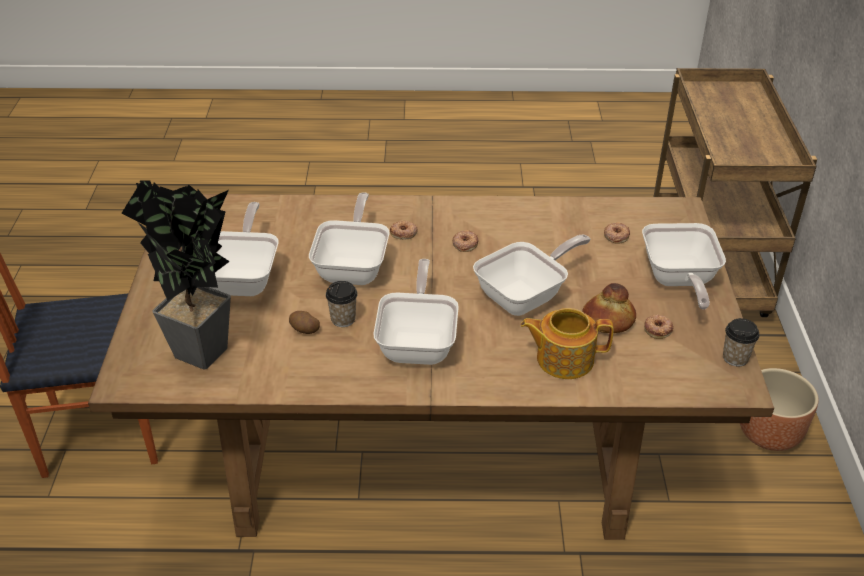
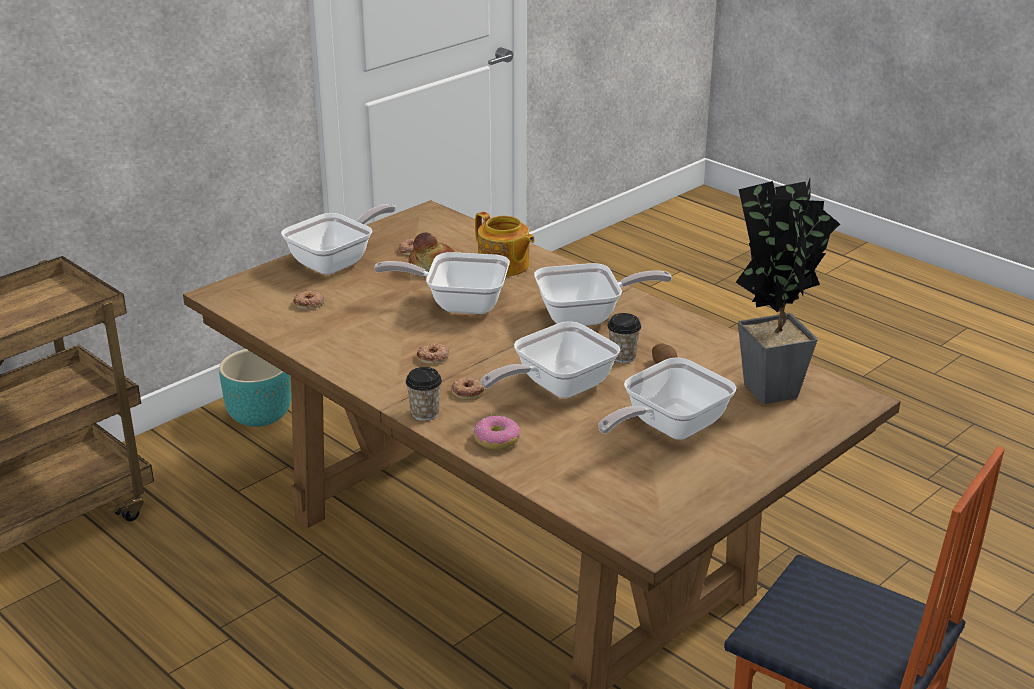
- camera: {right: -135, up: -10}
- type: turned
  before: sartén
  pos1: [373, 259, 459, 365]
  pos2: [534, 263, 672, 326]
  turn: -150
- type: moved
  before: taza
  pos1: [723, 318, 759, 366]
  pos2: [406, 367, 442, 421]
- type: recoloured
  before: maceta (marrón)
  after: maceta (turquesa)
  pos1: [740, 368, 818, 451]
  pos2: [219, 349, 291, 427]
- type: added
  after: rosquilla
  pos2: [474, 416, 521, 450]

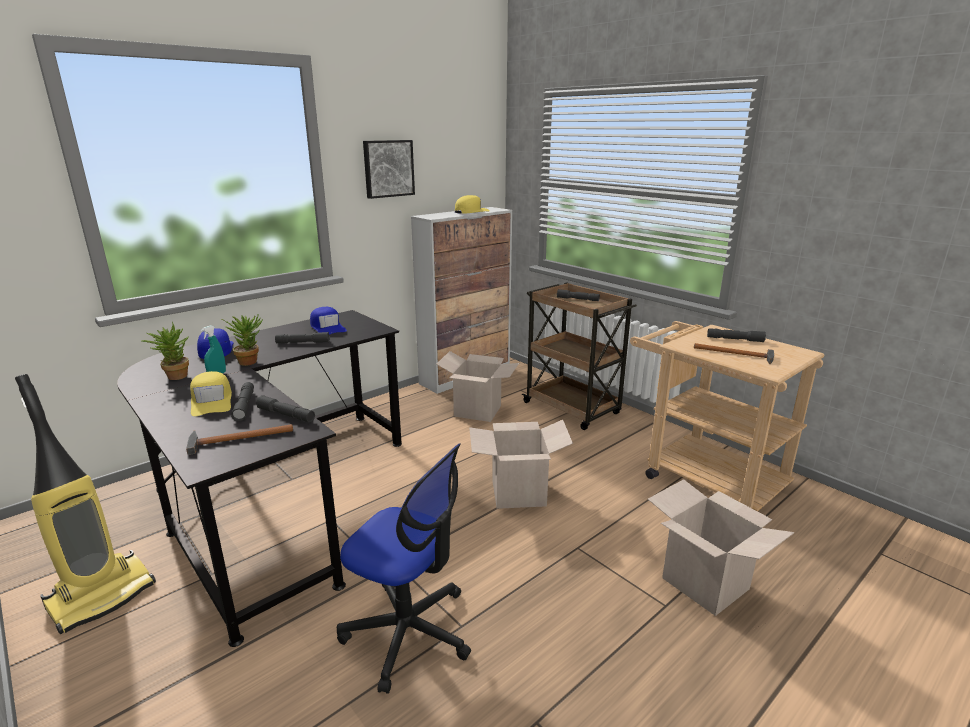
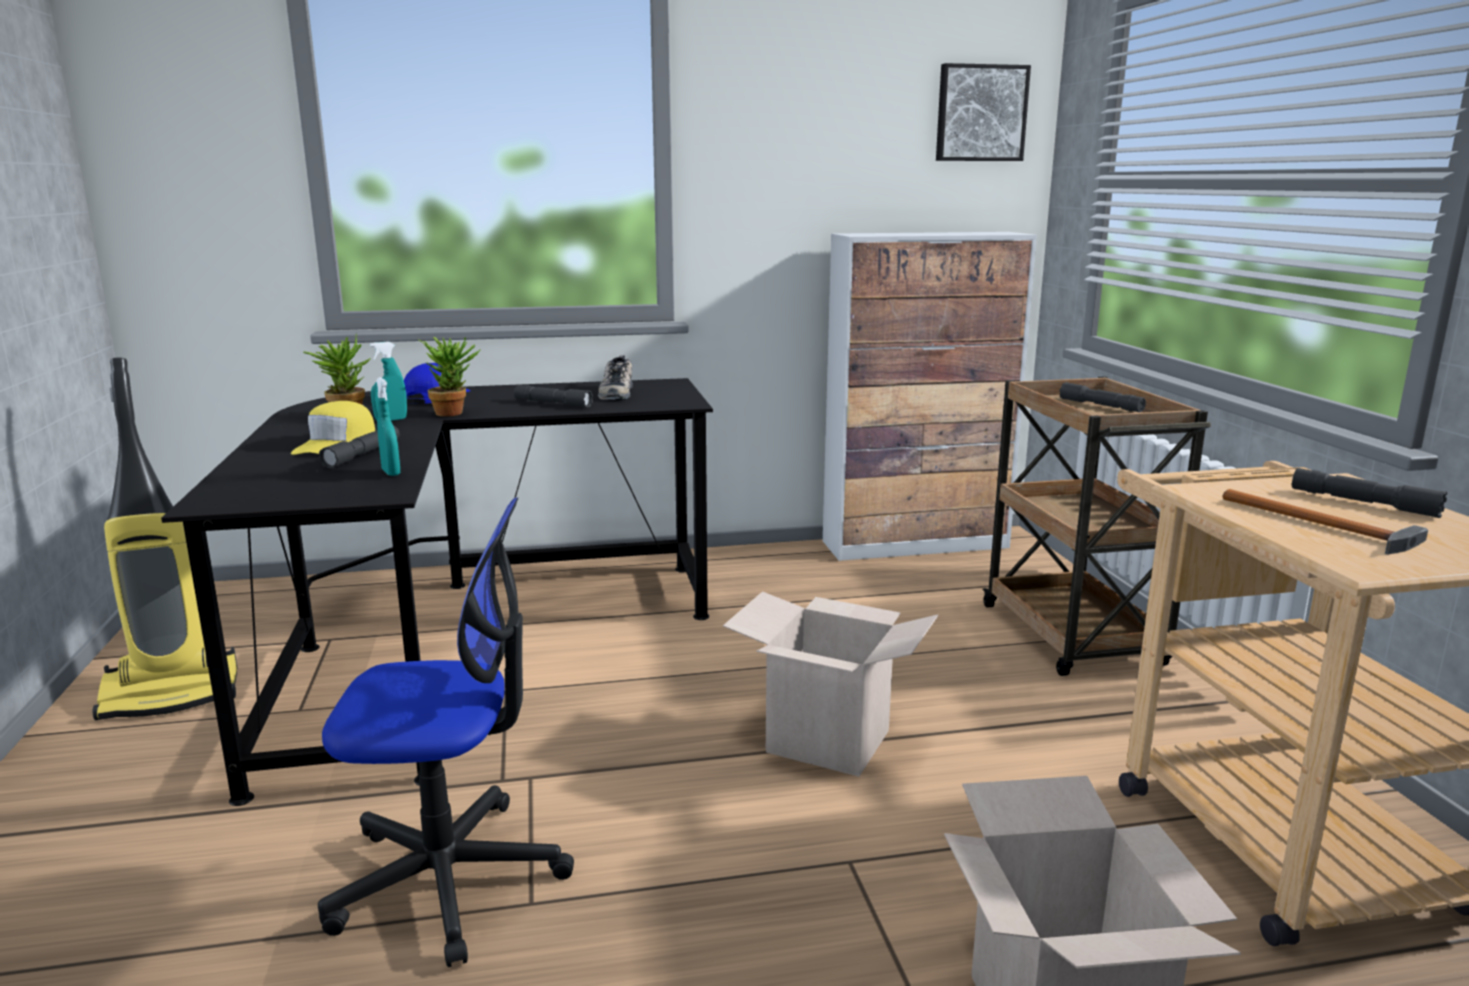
- camera: {right: 30, up: -5}
- type: removed
  before: martillo
  pos1: [186, 424, 293, 455]
- type: replaced
  before: linterna (gris)
  after: pulverizador (turquesa)
  pos1: [256, 395, 315, 422]
  pos2: [376, 377, 400, 476]
- type: replaced
  before: gorra (azul)
  after: zapato
  pos1: [310, 307, 347, 335]
  pos2: [598, 355, 633, 401]
- type: turned
  before: silla de oficina
  pos1: [337, 443, 471, 694]
  pos2: [318, 498, 574, 968]
  turn: -60
- type: moved
  before: cuadro
  pos1: [363, 140, 415, 199]
  pos2: [936, 63, 1031, 161]
- type: removed
  before: caja de cartón
  pos1: [437, 351, 519, 422]
- type: removed
  before: gorra (amarillo)
  pos1: [455, 195, 490, 214]

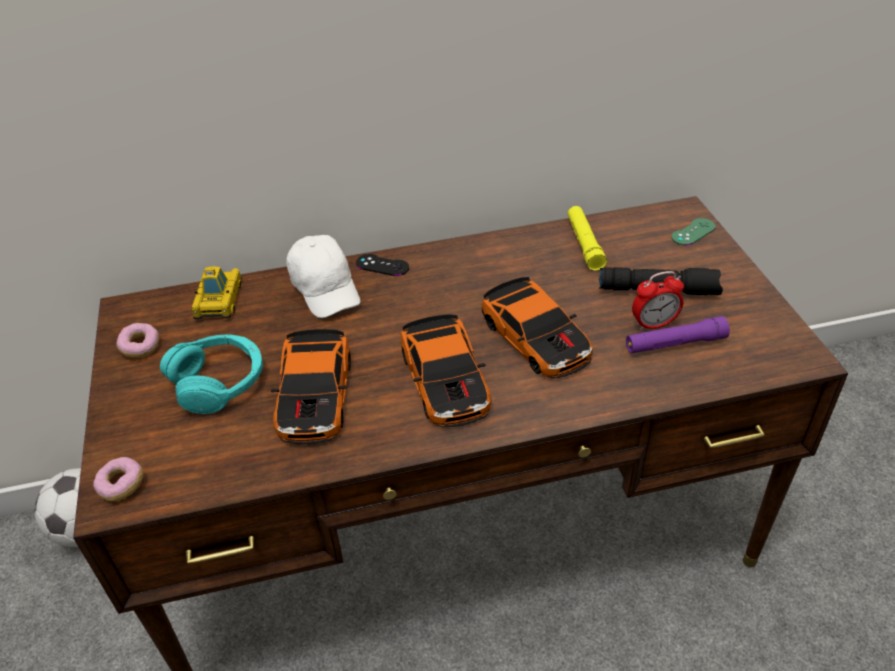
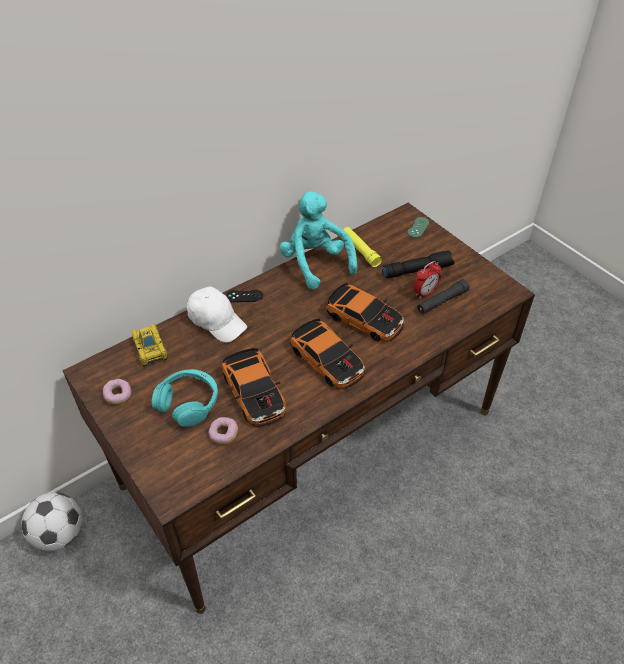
- camera: {right: -25, up: 5}
- type: moved
  before: rosquilla
  pos1: [93, 457, 144, 501]
  pos2: [209, 417, 238, 445]
- type: recoloured
  before: linterna (morado)
  after: linterna (negro)
  pos1: [626, 316, 730, 354]
  pos2: [417, 279, 470, 314]
- type: added
  after: peluche (turquesa)
  pos2: [279, 191, 357, 290]

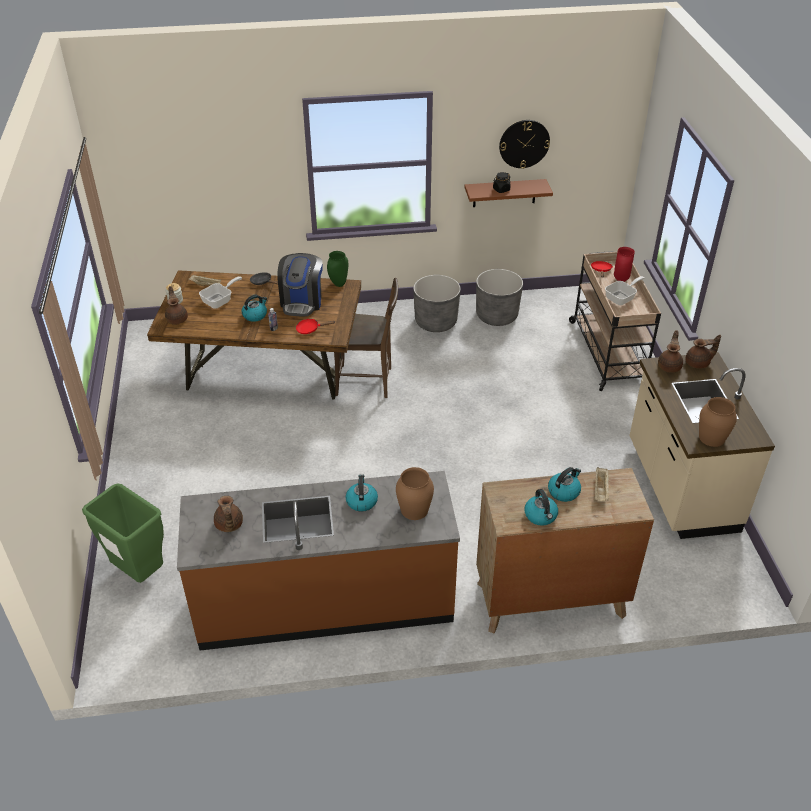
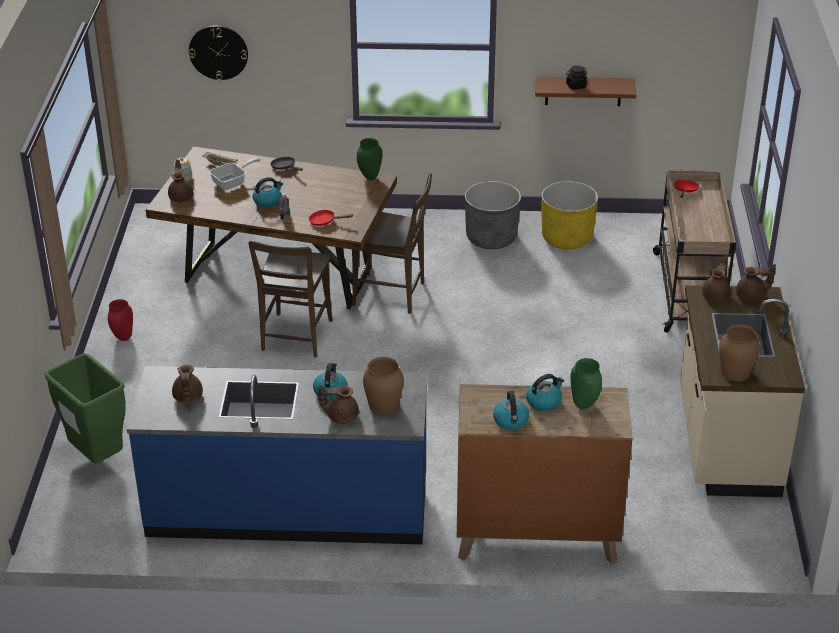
- camera: {right: 10, up: -5}
- type: recoloured
  before: mueble bajo de cocina (marrón)
  after: mueble bajo de cocina (azul)
  pos1: [177, 471, 460, 651]
  pos2: [127, 366, 427, 544]
- type: removed
  before: cafetera
  pos1: [277, 253, 323, 316]
- type: recoloured
  before: maceta (gris)
  after: maceta (amarillo)
  pos1: [476, 269, 523, 326]
  pos2: [542, 181, 598, 249]
- type: moved
  before: reloj de pared
  pos1: [499, 120, 550, 169]
  pos2: [189, 25, 248, 80]
- type: replaced
  before: bandeja (beis)
  after: florero (verde)
  pos1: [595, 467, 609, 501]
  pos2: [570, 358, 602, 410]
- type: removed
  before: sartén
  pos1: [605, 276, 645, 305]
- type: moved
  before: florero (rojo)
  pos1: [614, 247, 635, 282]
  pos2: [108, 299, 133, 341]
- type: added
  after: silla (marrón)
  pos2: [249, 240, 333, 357]
- type: added
  after: tetera (marrón)
  pos2: [318, 385, 359, 424]

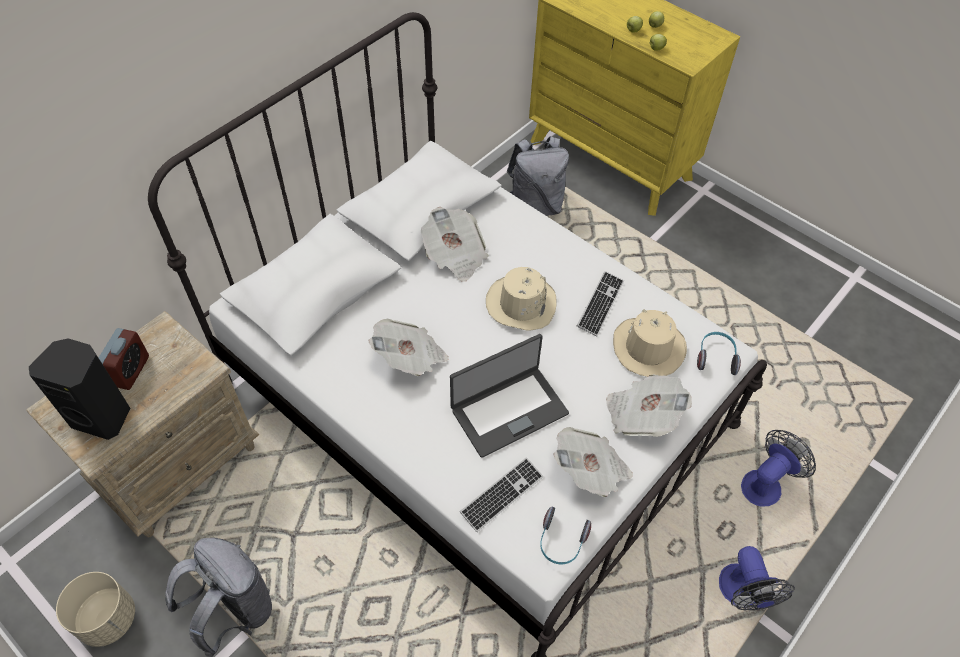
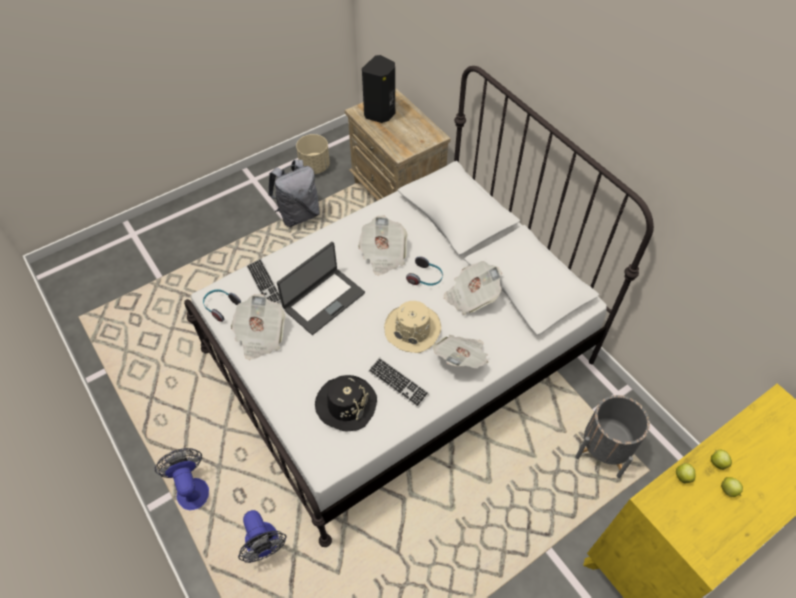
- camera: {right: 105, up: 0}
- type: removed
  before: despertador
  pos1: [99, 328, 149, 390]
- type: turned
  before: portátil
  pos1: [450, 334, 569, 458]
  pos2: [277, 242, 365, 335]
  turn: -120
- type: replaced
  before: mochila (gris)
  after: maceta (gris)
  pos1: [507, 136, 569, 216]
  pos2: [575, 395, 650, 478]
- type: moved
  before: periódico
  pos1: [606, 375, 692, 437]
  pos2: [433, 335, 488, 368]
- type: recoloured
  before: sombrero (beis)
  after: sombrero (negro)
  pos1: [613, 309, 687, 377]
  pos2: [315, 375, 377, 432]
- type: moved
  before: auriculares
  pos1: [697, 332, 741, 375]
  pos2: [406, 256, 443, 286]
- type: turned
  before: ventilador
  pos1: [719, 546, 795, 610]
  pos2: [155, 448, 209, 510]
  turn: 60

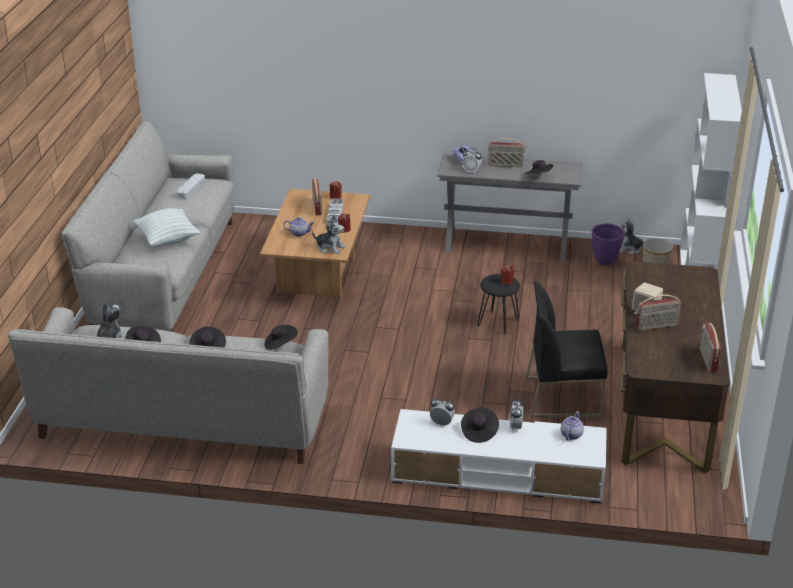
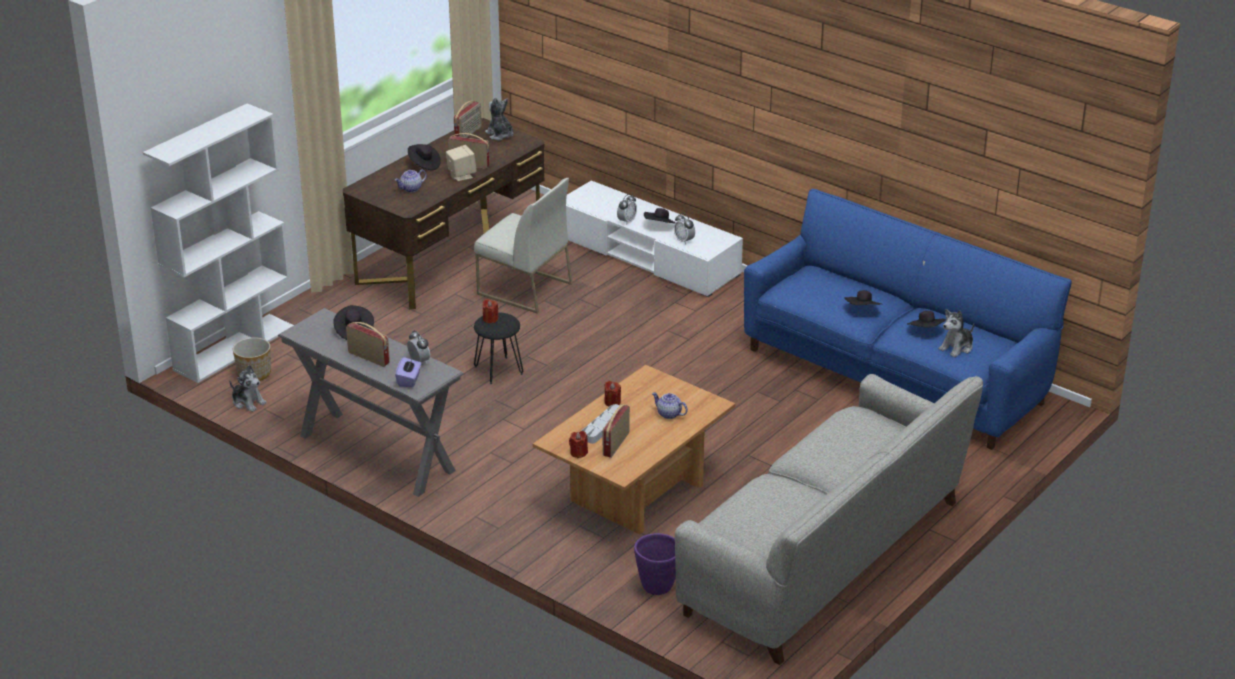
- camera: {right: -150, up: 0}
- type: recoloured
  before: sofá (gris)
  after: sofá (azul)
  pos1: [8, 307, 328, 464]
  pos2: [744, 189, 1072, 450]
- type: removed
  before: cojín
  pos1: [133, 208, 201, 246]
- type: removed
  before: bandeja (gris)
  pos1: [176, 173, 205, 199]
- type: moved
  before: sombrero (negro)
  pos1: [264, 325, 298, 350]
  pos2: [408, 144, 441, 170]
- type: moved
  before: peluche
  pos1: [312, 215, 345, 254]
  pos2: [485, 97, 514, 140]
- type: recoloured
  before: silla (negro)
  after: silla (blanco)
  pos1: [526, 281, 608, 418]
  pos2: [474, 178, 573, 314]
- type: moved
  before: tetera
  pos1: [561, 411, 584, 440]
  pos2: [395, 169, 427, 192]
- type: moved
  before: maceta (morado)
  pos1: [592, 223, 625, 265]
  pos2: [634, 533, 676, 595]

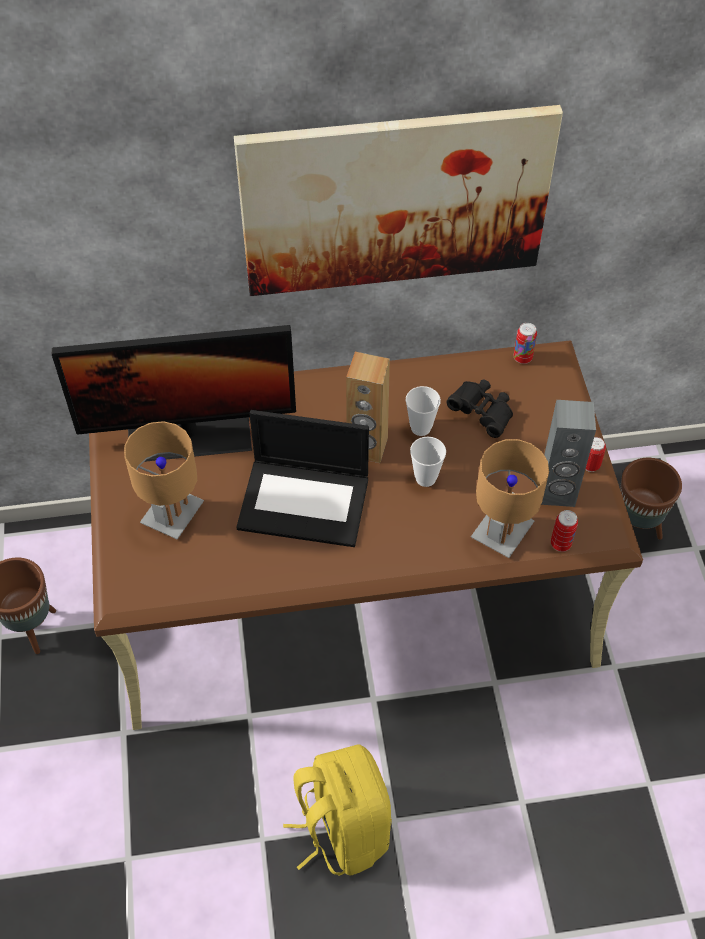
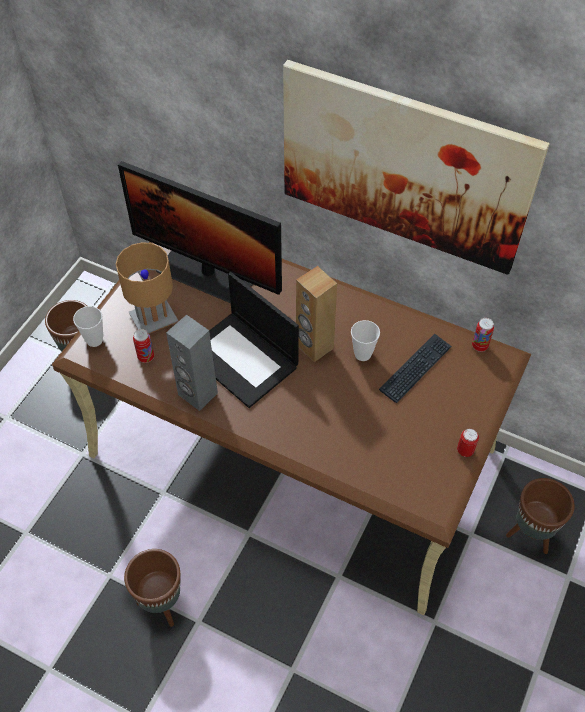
- camera: {right: 35, up: 0}
- type: replaced
  before: mochila (amarillo)
  after: maceta (marrón)
  pos1: [283, 744, 392, 876]
  pos2: [124, 549, 181, 627]
- type: moved
  before: taza
  pos1: [410, 437, 446, 487]
  pos2: [73, 306, 103, 347]
- type: replaced
  before: prismáticos (negro)
  after: teclado
  pos1: [447, 379, 513, 438]
  pos2: [379, 333, 452, 403]
- type: removed
  before: lámpara de mesa (marrón)
  pos1: [471, 439, 549, 558]
- type: moved
  before: altavoz (gris)
  pos1: [541, 400, 596, 507]
  pos2: [166, 315, 218, 411]
- type: moved
  before: lata
  pos1: [551, 510, 578, 552]
  pos2: [133, 329, 154, 363]

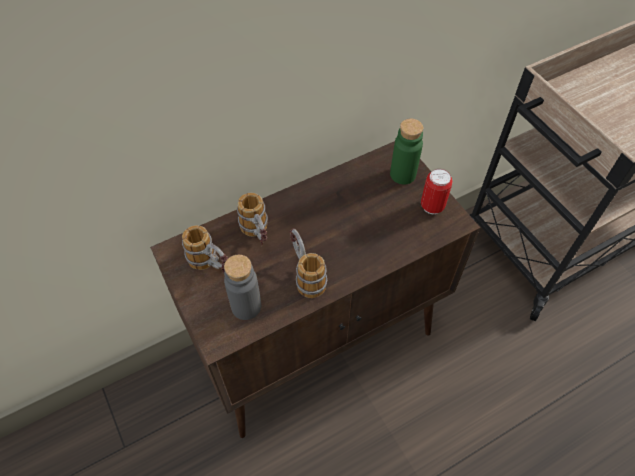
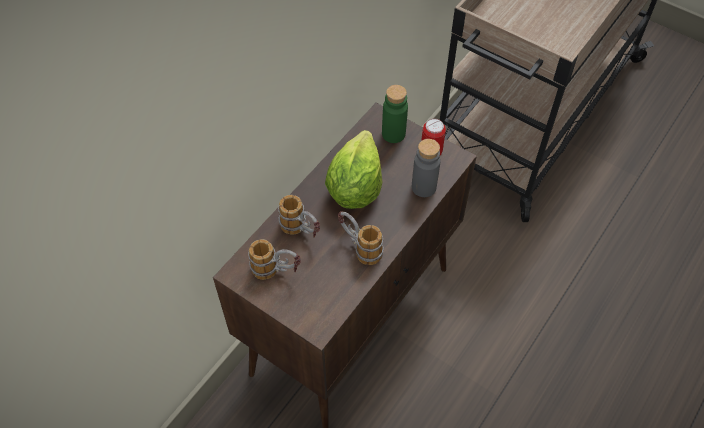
- camera: {right: -25, up: 0}
- type: moved
  before: botella (gris)
  pos1: [224, 255, 261, 320]
  pos2: [412, 139, 441, 197]
- type: added
  after: lechuga
  pos2: [325, 130, 382, 209]

